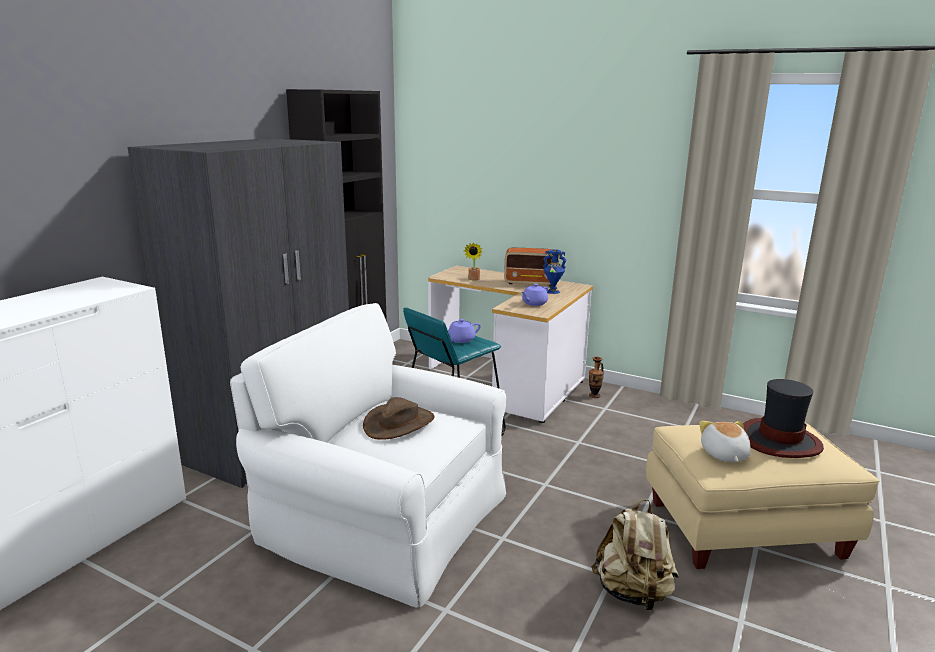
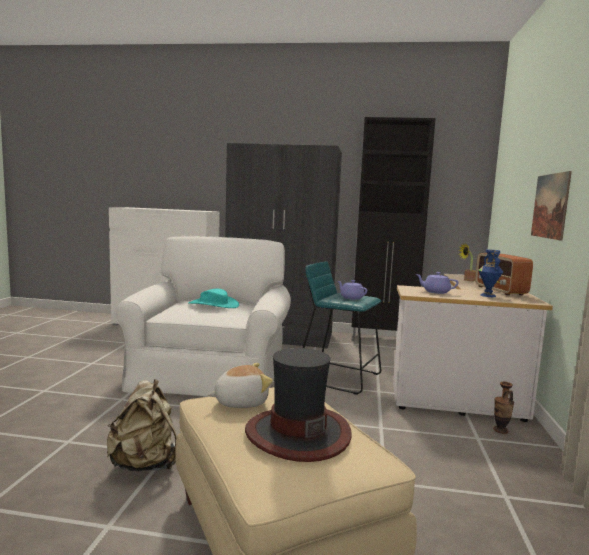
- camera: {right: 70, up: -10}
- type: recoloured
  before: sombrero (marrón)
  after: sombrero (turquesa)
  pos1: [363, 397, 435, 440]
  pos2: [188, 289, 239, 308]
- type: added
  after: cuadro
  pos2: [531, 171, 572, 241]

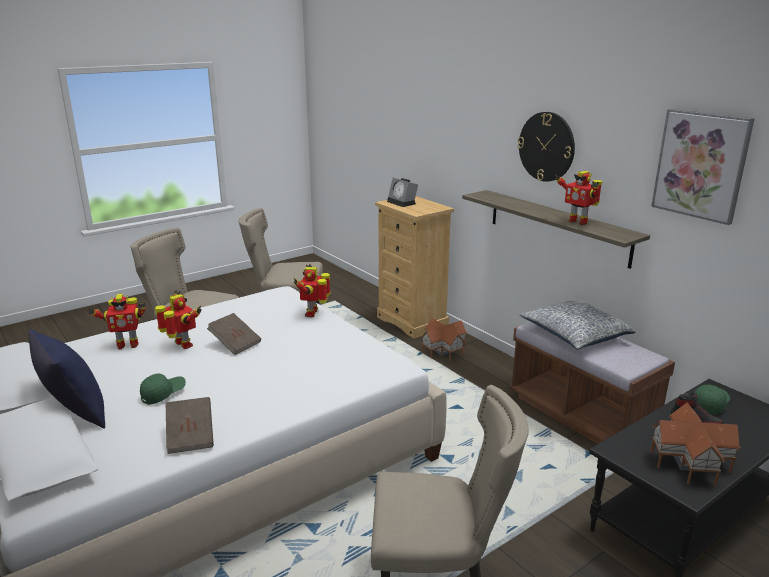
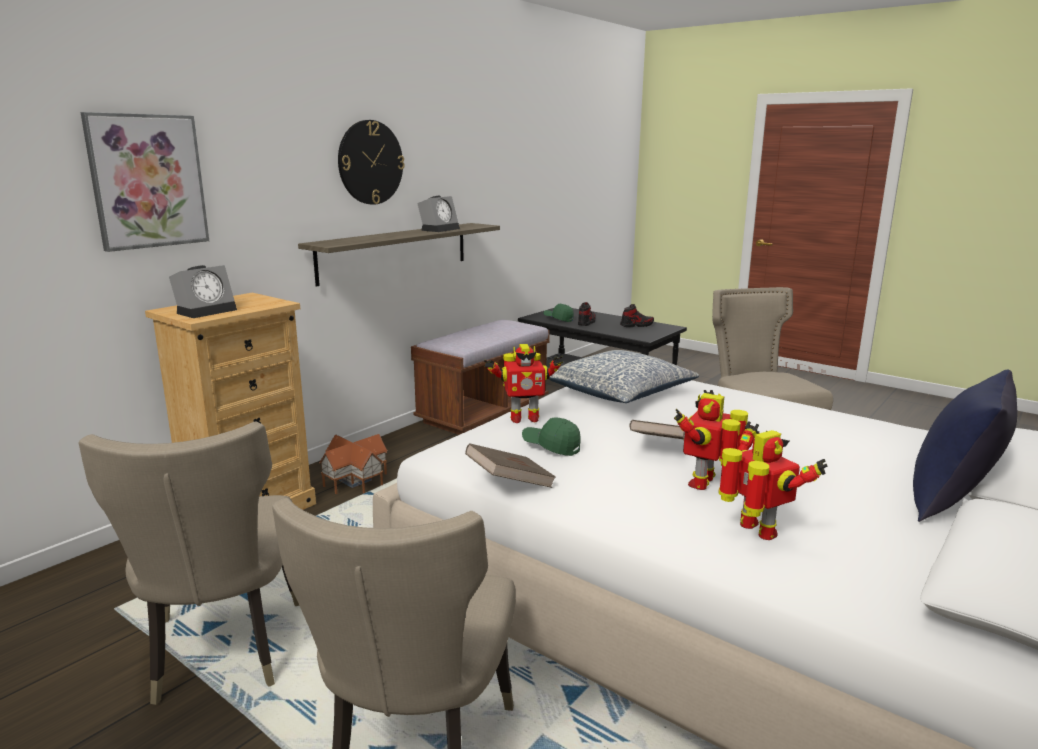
- camera: {right: -105, up: -5}
- type: moved
  before: gorra (verde)
  pos1: [140, 373, 186, 405]
  pos2: [522, 417, 581, 456]
- type: moved
  before: libro (marrón)
  pos1: [166, 397, 214, 454]
  pos2: [465, 443, 556, 488]
- type: moved
  before: cojín
  pos1: [520, 299, 636, 350]
  pos2: [549, 350, 699, 403]
- type: replaced
  before: robot de juguete
  after: despertador
  pos1: [555, 171, 603, 225]
  pos2: [417, 195, 460, 232]
- type: moved
  before: cuadro
  pos1: [651, 109, 755, 225]
  pos2: [80, 112, 209, 252]
- type: replaced
  before: casita
  after: zapato
  pos1: [651, 403, 741, 486]
  pos2: [620, 304, 654, 327]

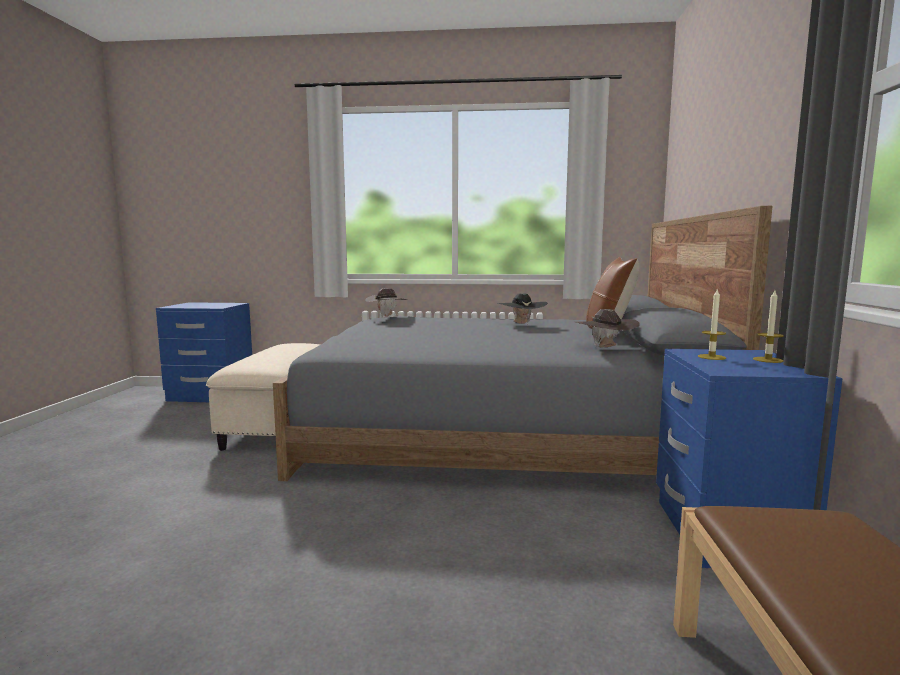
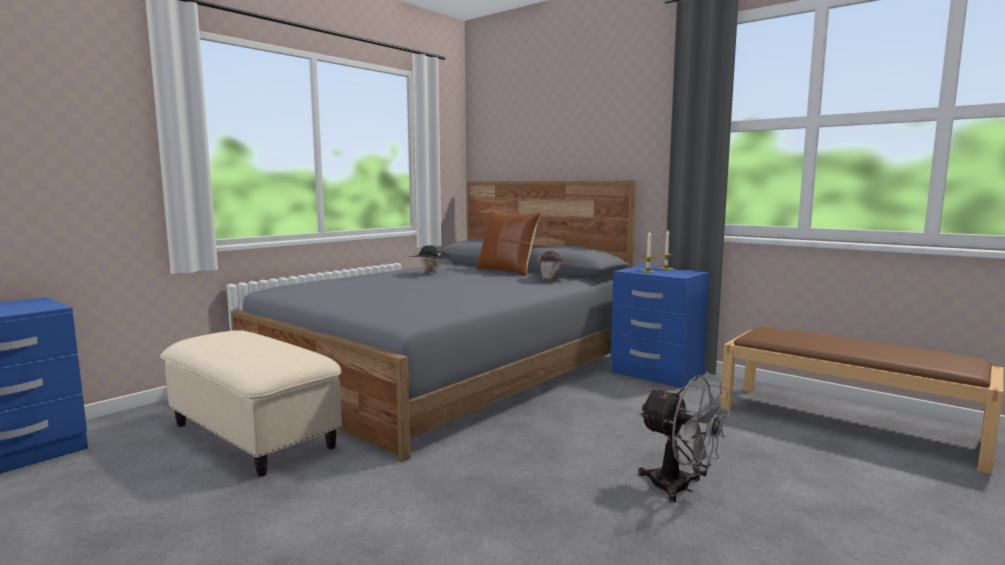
- camera: {right: -55, up: 0}
- type: removed
  before: sombrero (marrón)
  pos1: [365, 288, 408, 317]
- type: added
  after: ventilador (gris)
  pos2: [638, 375, 731, 503]

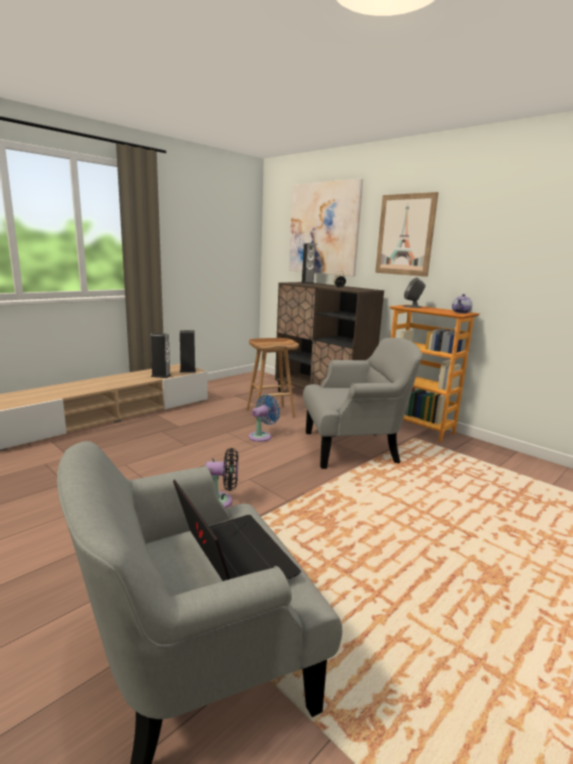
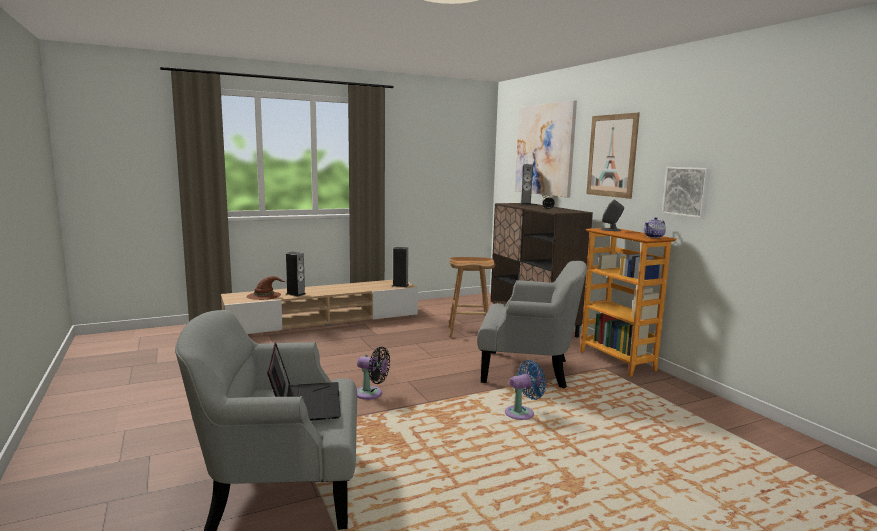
- camera: {right: 20, up: -5}
- type: moved
  before: altavoz
  pos1: [150, 333, 171, 378]
  pos2: [286, 252, 306, 296]
- type: moved
  before: ventilador (azul)
  pos1: [249, 395, 280, 442]
  pos2: [505, 360, 546, 420]
- type: added
  after: sombrero (marrón)
  pos2: [247, 276, 287, 300]
- type: added
  after: cuadro
  pos2: [662, 167, 711, 218]

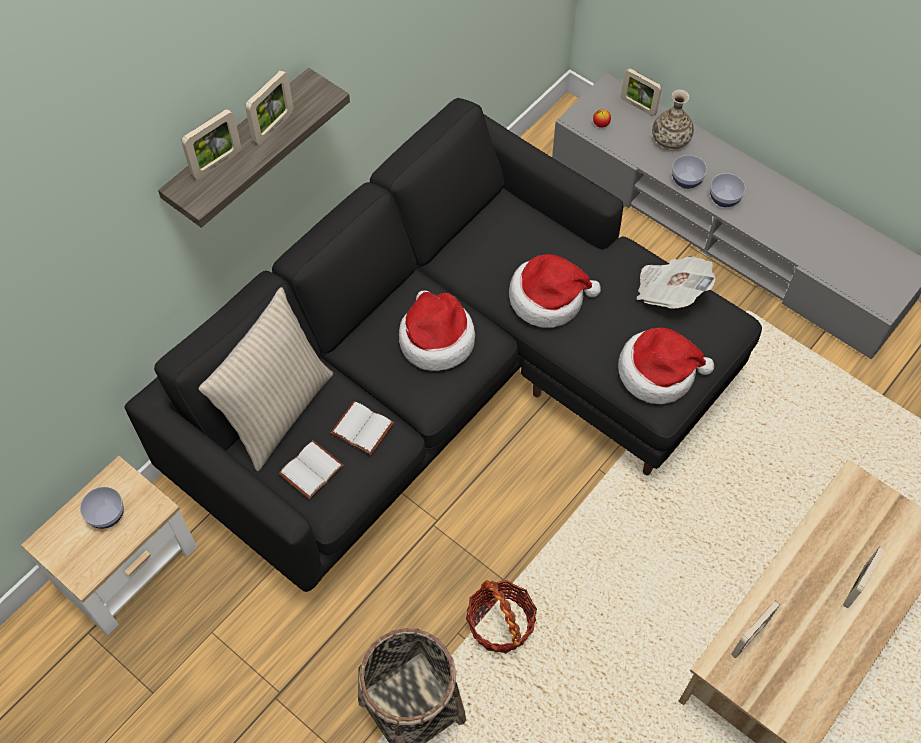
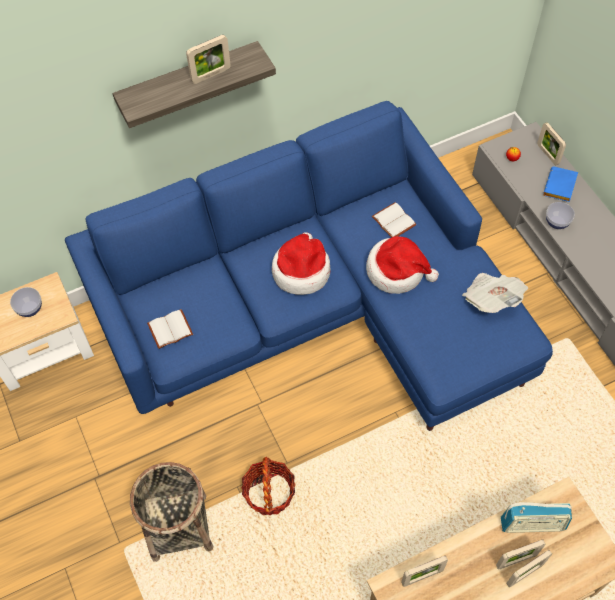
- camera: {right: 25, up: 0}
- type: recoloured
  before: sofá (negro)
  after: sofá (azul)
  pos1: [125, 98, 762, 592]
  pos2: [65, 101, 553, 431]
- type: moved
  before: portarretratos
  pos1: [181, 109, 242, 180]
  pos2: [496, 540, 546, 570]
- type: removed
  before: cojín (beis)
  pos1: [199, 287, 333, 471]
- type: moved
  before: libro (blanco)
  pos1: [330, 401, 394, 455]
  pos2: [372, 202, 417, 238]
- type: removed
  before: sombrero
  pos1: [618, 328, 714, 404]
- type: replaced
  before: florero
  after: libro (azul)
  pos1: [652, 90, 694, 150]
  pos2: [543, 166, 578, 202]
- type: removed
  before: cuenco
  pos1: [710, 173, 745, 207]
- type: added
  after: radio
  pos2: [501, 502, 572, 533]

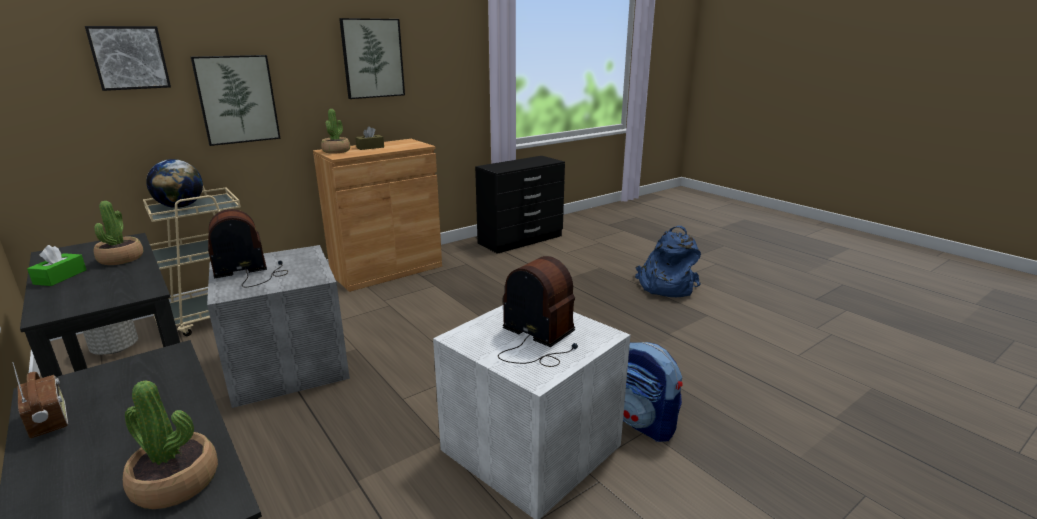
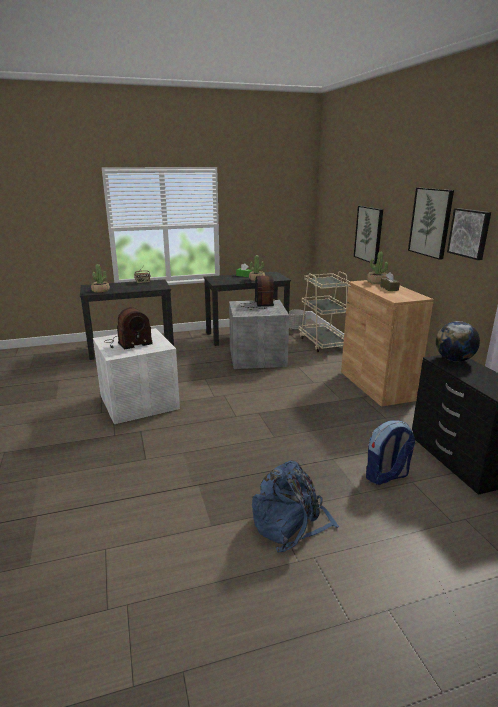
- camera: {right: 110, up: 0}
- type: moved
  before: cuadro
  pos1: [85, 26, 171, 91]
  pos2: [447, 208, 491, 260]
- type: moved
  before: globo terráqueo
  pos1: [146, 159, 203, 208]
  pos2: [436, 321, 480, 362]
- type: moved
  before: mochila
  pos1: [623, 342, 683, 442]
  pos2: [366, 420, 415, 485]

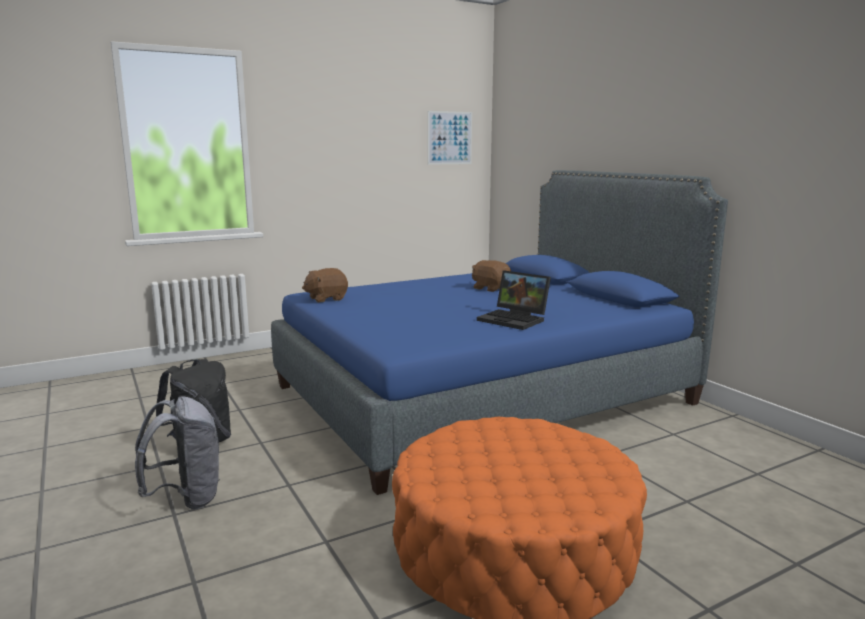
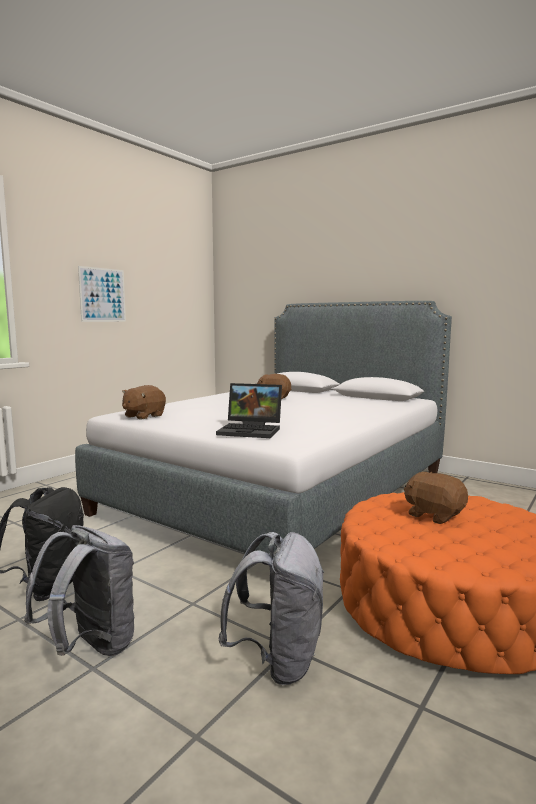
- camera: {right: -25, up: -5}
- type: recoloured
  before: cama (azul)
  after: cama (gris)
  pos1: [271, 170, 728, 495]
  pos2: [75, 301, 452, 554]
- type: moved
  before: cuadro
  pos1: [428, 111, 472, 165]
  pos2: [78, 266, 126, 322]
- type: moved
  before: portátil
  pos1: [477, 270, 551, 330]
  pos2: [216, 383, 282, 438]
- type: added
  after: mochila (gris)
  pos2: [218, 532, 325, 685]
- type: added
  after: peluche (marrón)
  pos2: [404, 472, 468, 524]

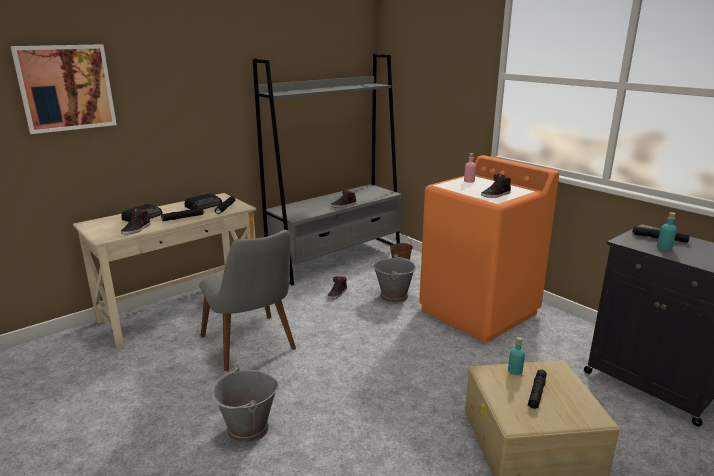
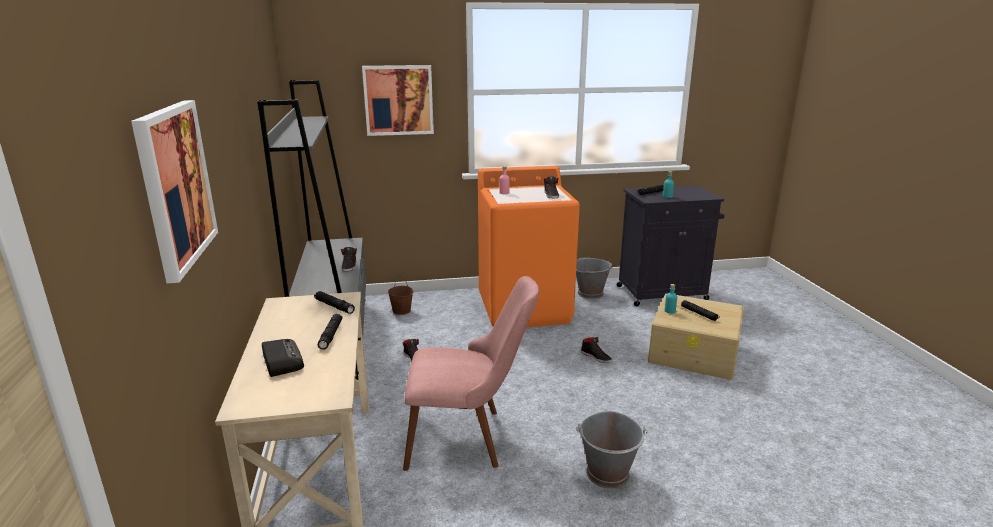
- camera: {right: -60, up: 0}
- type: moved
  before: zapato (negro)
  pos1: [121, 208, 151, 234]
  pos2: [581, 337, 612, 363]
- type: removed
  before: radio
  pos1: [184, 193, 222, 209]
- type: recoloured
  before: silla (gris)
  after: silla (rosa)
  pos1: [199, 230, 296, 371]
  pos2: [403, 276, 539, 471]
- type: moved
  before: cubo (gris)
  pos1: [372, 254, 417, 303]
  pos2: [576, 258, 612, 299]
- type: added
  after: cuadro
  pos2: [362, 65, 434, 136]

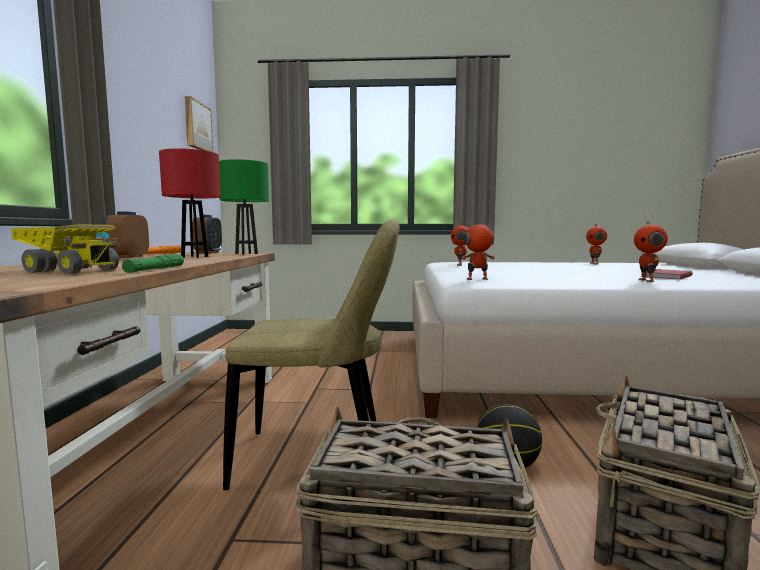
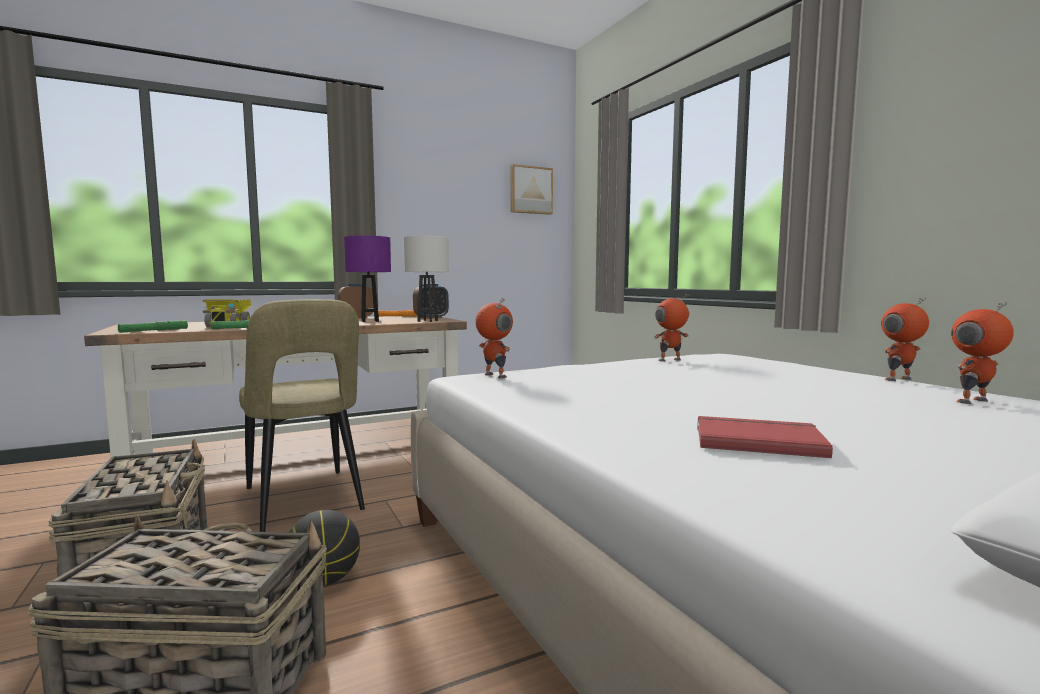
- camera: {right: 60, up: 0}
- type: recoloured
  before: lámpara de mesa (rojo)
  after: lámpara de mesa (morado)
  pos1: [159, 148, 220, 258]
  pos2: [344, 235, 391, 322]
- type: recoloured
  before: lámpara de mesa (verde)
  after: lámpara de mesa (blanco)
  pos1: [219, 159, 269, 255]
  pos2: [403, 236, 449, 322]
- type: moved
  before: robot de juguete
  pos1: [634, 221, 668, 282]
  pos2: [881, 297, 929, 381]
- type: added
  after: linterna (verde)
  pos2: [118, 320, 188, 333]

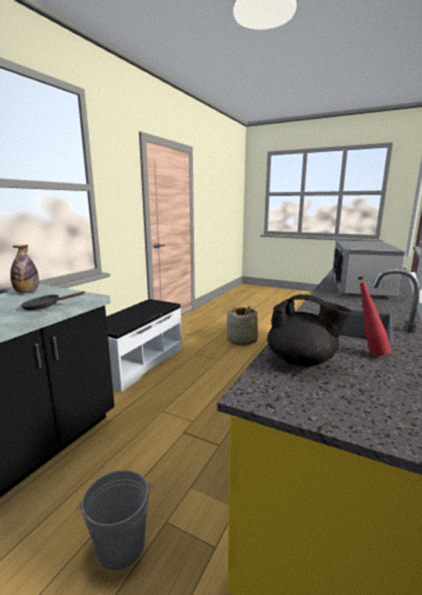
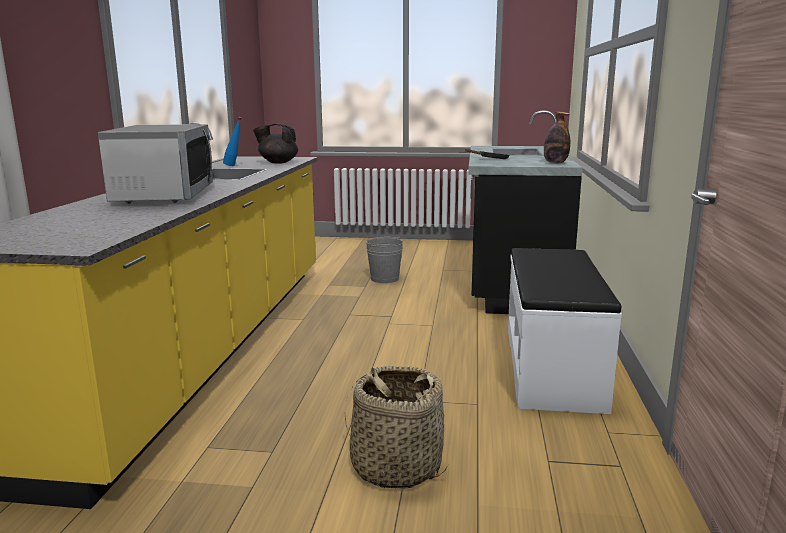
- camera: {right: 160, up: 0}
- type: recoloured
  before: botella (rojo)
  after: botella (azul)
  pos1: [358, 276, 391, 356]
  pos2: [223, 117, 241, 166]

